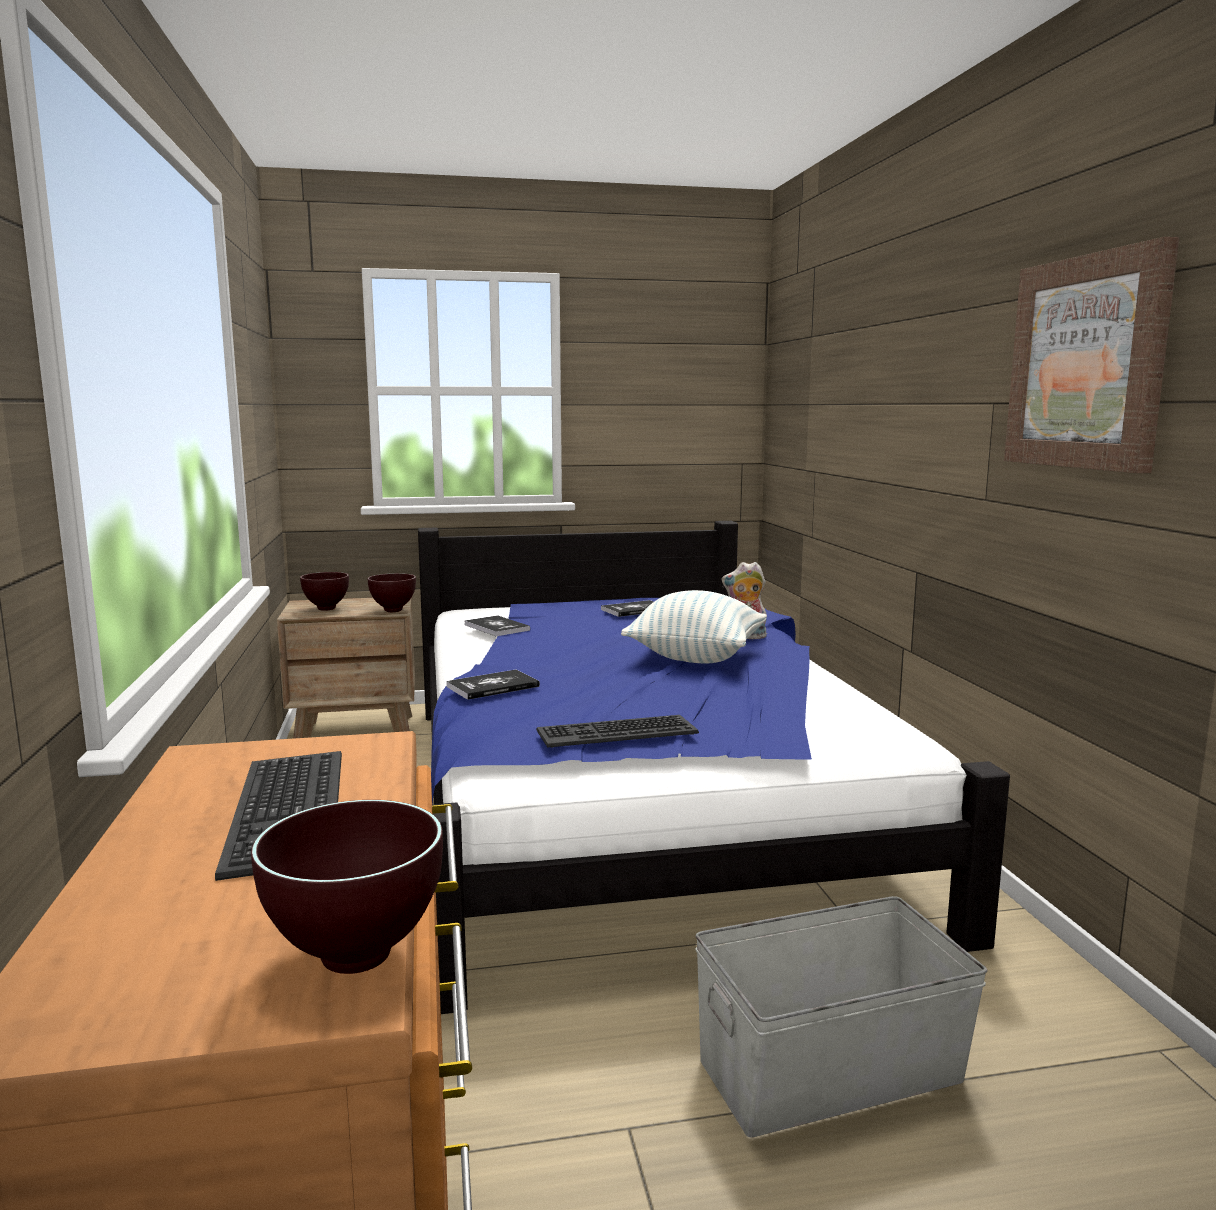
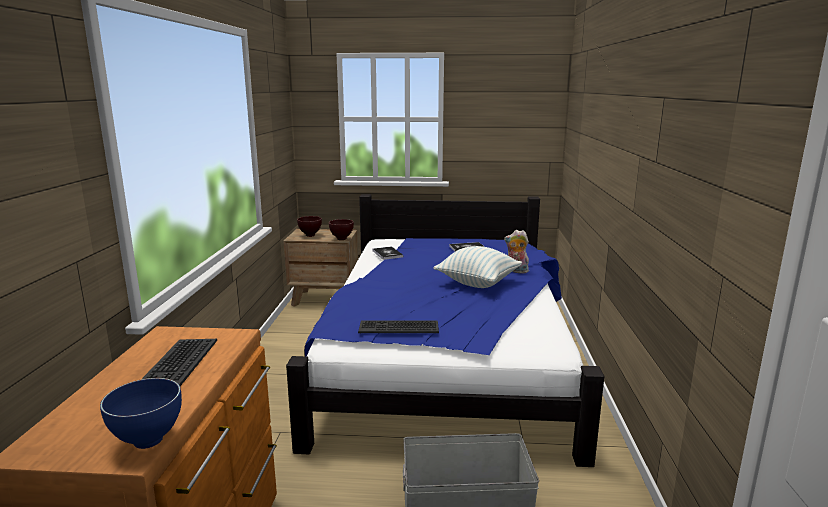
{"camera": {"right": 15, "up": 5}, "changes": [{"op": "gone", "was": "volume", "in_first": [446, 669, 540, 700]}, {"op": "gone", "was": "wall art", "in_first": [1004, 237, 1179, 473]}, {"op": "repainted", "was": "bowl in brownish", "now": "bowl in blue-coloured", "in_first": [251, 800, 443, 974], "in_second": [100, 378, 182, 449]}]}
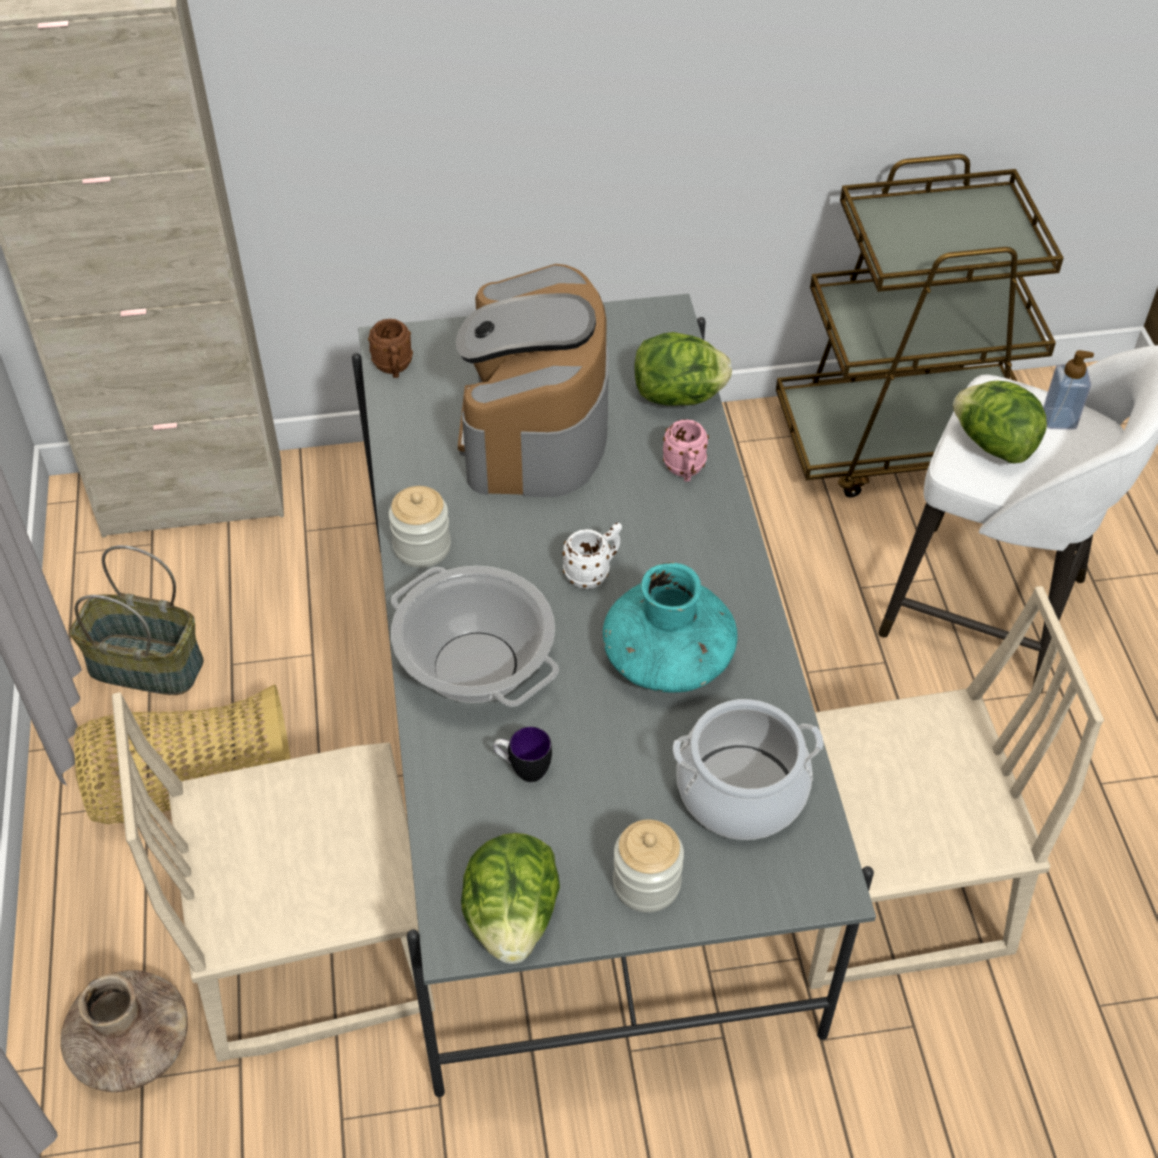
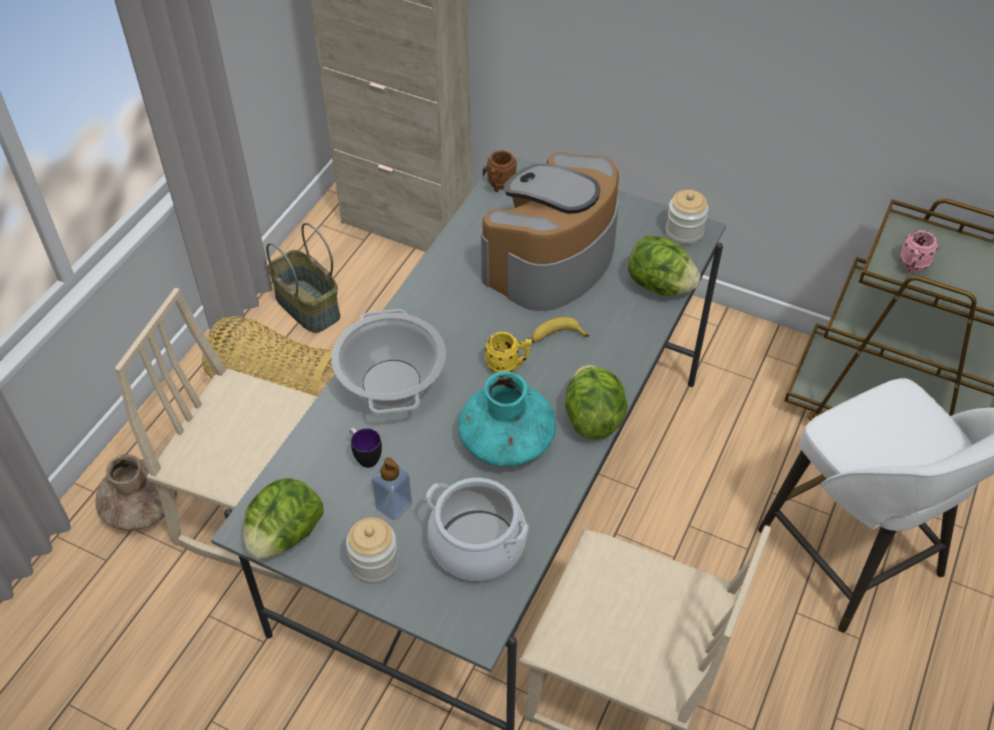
{"camera": {"right": 35, "up": 0}, "changes": [{"op": "new", "now": "banana fruit", "in_second": [532, 317, 589, 343]}, {"op": "shifted", "was": "storage jar", "in_first": [389, 486, 451, 568], "in_second": [666, 190, 709, 245]}, {"op": "shifted", "was": "tea mug in pinkish", "in_first": [663, 419, 709, 482], "in_second": [900, 230, 938, 274]}, {"op": "shifted", "was": "lettuce head", "in_first": [953, 380, 1047, 463], "in_second": [565, 365, 628, 440]}, {"op": "shifted", "was": "liquid soap bottle", "in_first": [1043, 350, 1094, 430], "in_second": [372, 457, 412, 521]}, {"op": "repainted", "was": "tea mug in white-coloured", "now": "tea mug in yellow-coloured", "in_first": [562, 523, 622, 589], "in_second": [485, 332, 532, 373]}]}
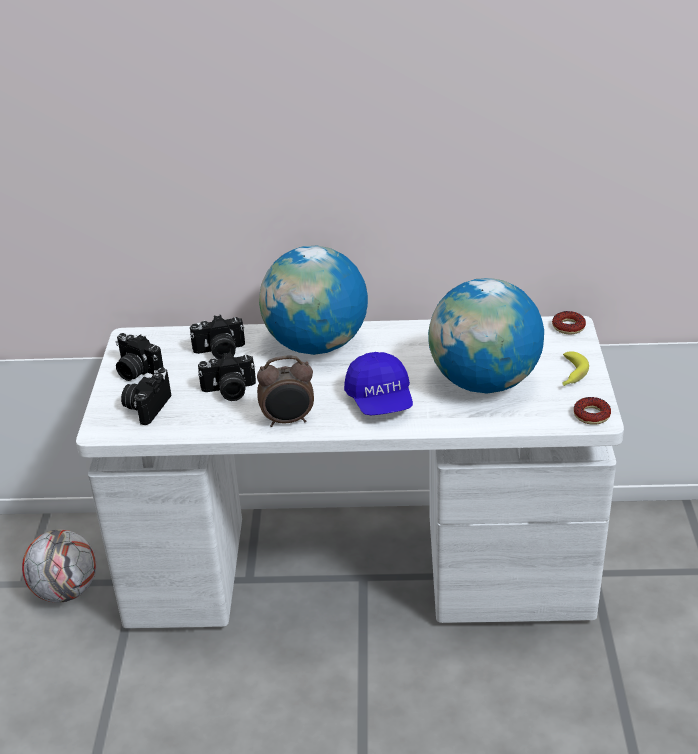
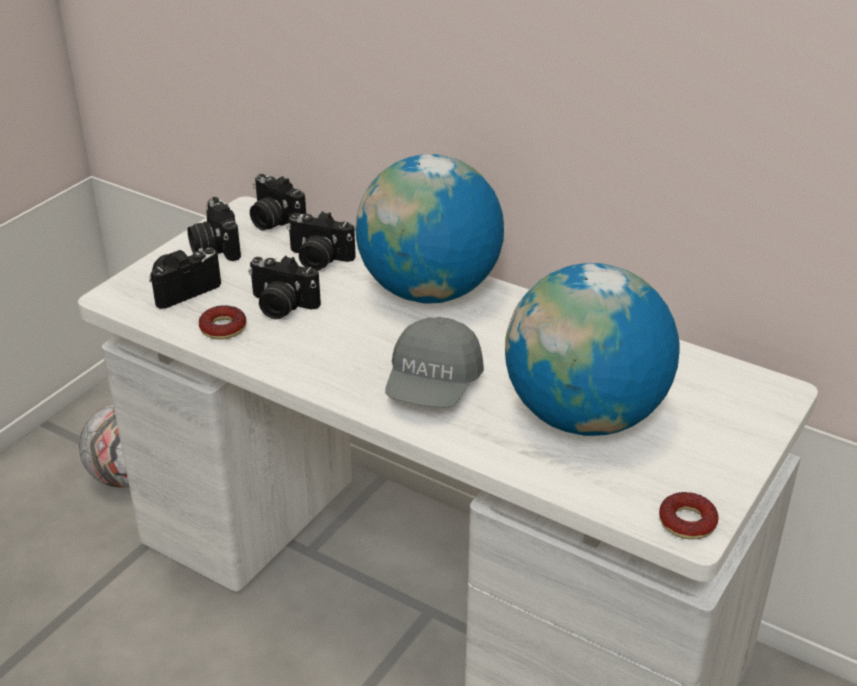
{"camera": {"right": 30, "up": 0}, "changes": [{"op": "gone", "was": "bedside clock", "in_first": [257, 355, 314, 427]}, {"op": "gone", "was": "banana fruit", "in_first": [562, 351, 589, 386]}, {"op": "new", "now": "still camera", "in_second": [250, 174, 306, 231]}, {"op": "shifted", "was": "ring doughnut", "in_first": [552, 311, 586, 334], "in_second": [199, 305, 246, 340]}, {"op": "repainted", "was": "cap in blue-coloured", "now": "cap in grey", "in_first": [344, 352, 413, 415], "in_second": [385, 317, 484, 408]}]}
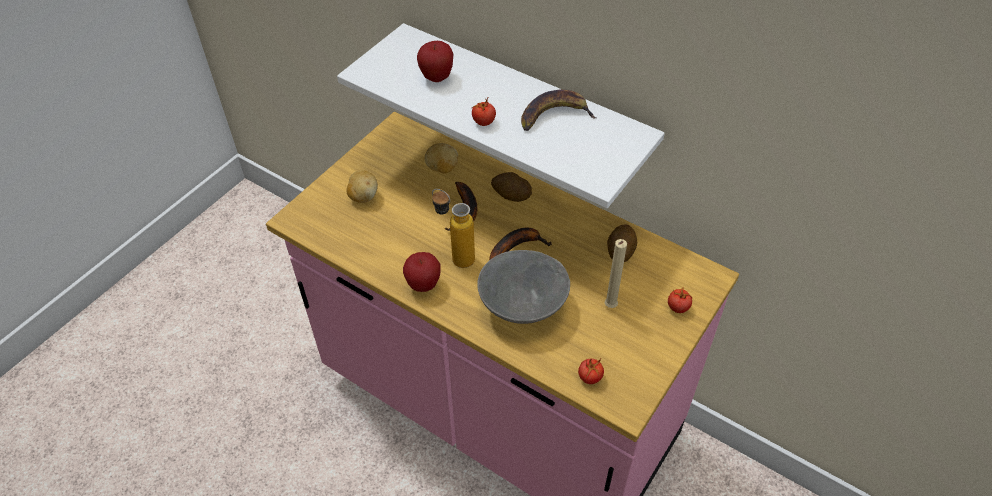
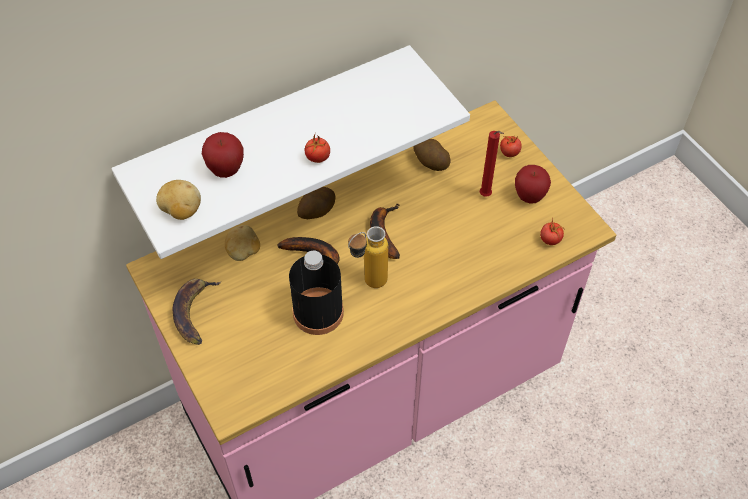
{"camera": {"right": -65, "up": 5}, "changes": [{"op": "gone", "was": "bowl in grey", "in_first": [477, 250, 570, 324]}, {"op": "new", "now": "bottle in black", "in_second": [289, 251, 344, 335]}, {"op": "shifted", "was": "potato", "in_first": [346, 170, 378, 203], "in_second": [156, 180, 201, 220]}, {"op": "shifted", "was": "apple", "in_first": [403, 252, 441, 292], "in_second": [515, 165, 551, 204]}, {"op": "shifted", "was": "banana fruit", "in_first": [521, 89, 596, 131], "in_second": [173, 279, 221, 345]}, {"op": "repainted", "was": "wax candle in beige", "now": "wax candle in reddish", "in_first": [605, 239, 627, 308], "in_second": [480, 131, 504, 197]}]}
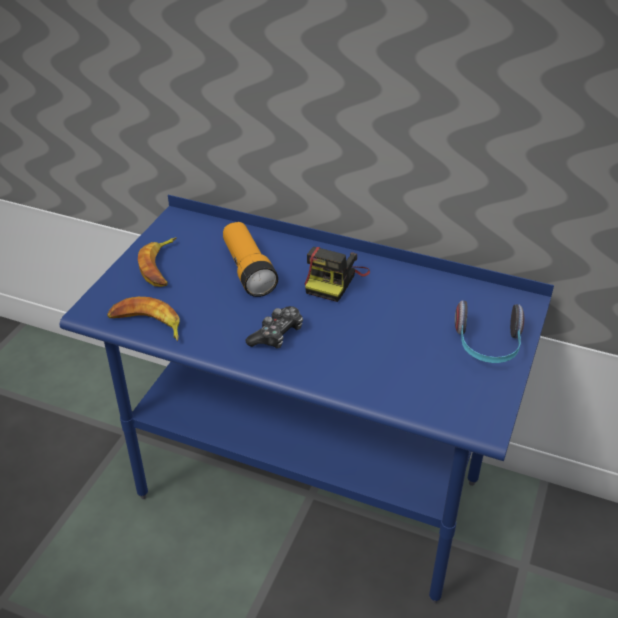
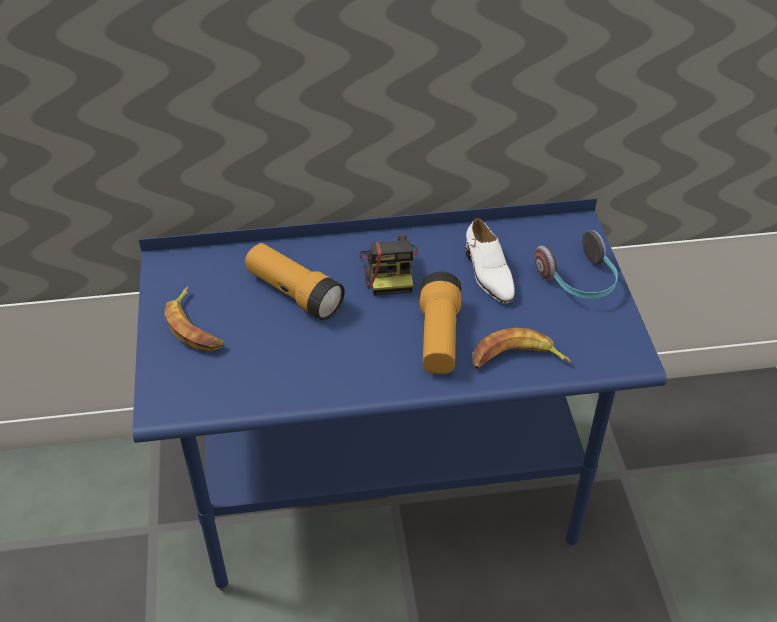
{"camera": {"right": -30, "up": 5}, "changes": [{"op": "gone", "was": "game controller", "in_first": [245, 306, 303, 349]}, {"op": "new", "now": "flashlight", "in_second": [420, 271, 461, 374]}, {"op": "new", "now": "item of footwear in white-coloured", "in_second": [465, 218, 515, 303]}, {"op": "shifted", "was": "banana fruit", "in_first": [107, 297, 180, 341], "in_second": [472, 328, 571, 369]}]}
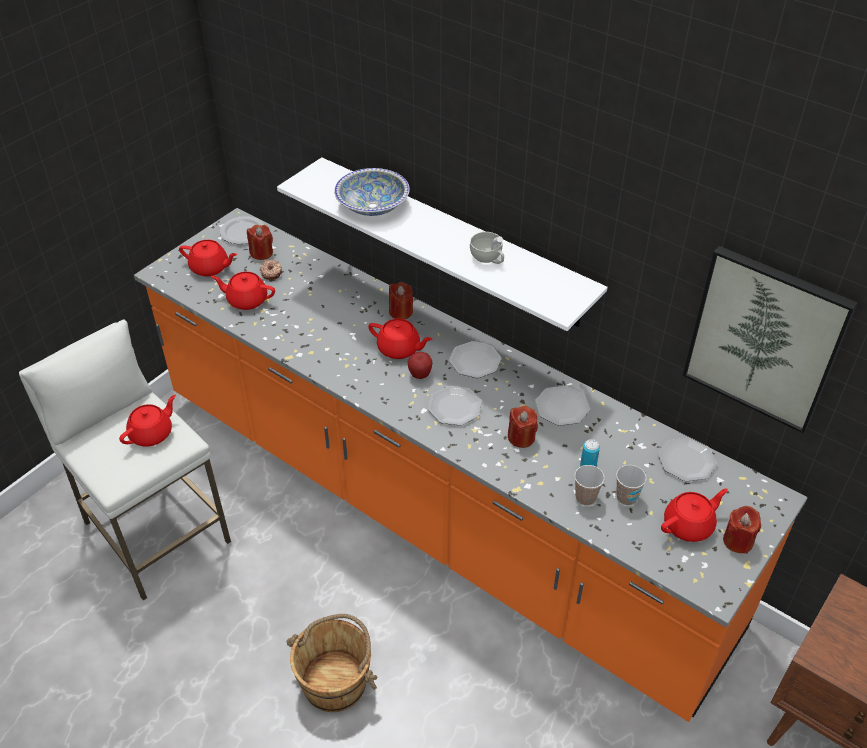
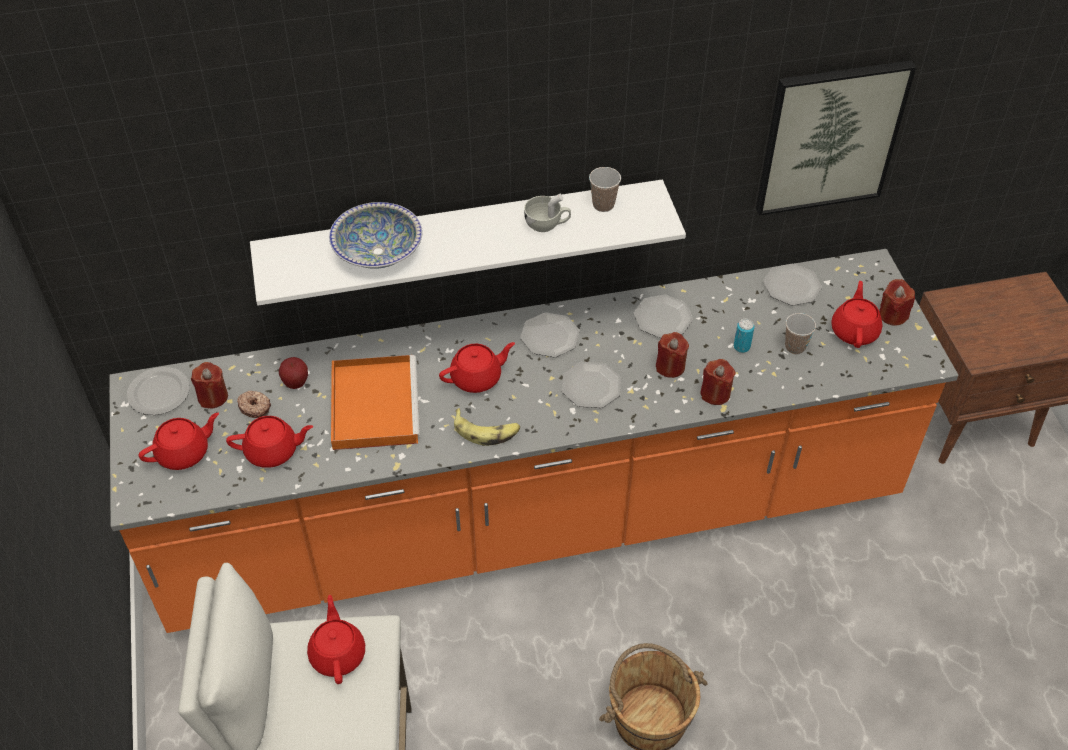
{"camera": {"right": -50, "up": 5}, "changes": [{"op": "new", "now": "tray in orangey", "in_second": [331, 355, 420, 450]}, {"op": "new", "now": "banana fruit", "in_second": [454, 408, 520, 446]}, {"op": "shifted", "was": "wax candle in reddish", "in_first": [389, 282, 413, 319], "in_second": [700, 359, 735, 405]}, {"op": "shifted", "was": "apple", "in_first": [408, 352, 432, 379], "in_second": [279, 357, 308, 389]}, {"op": "shifted", "was": "small cup", "in_first": [574, 465, 605, 506], "in_second": [589, 167, 621, 212]}, {"op": "rotated", "was": "pot for tea in reddish", "in_first": [211, 272, 275, 310], "in_second": [226, 416, 313, 468], "clockwise": -150}]}
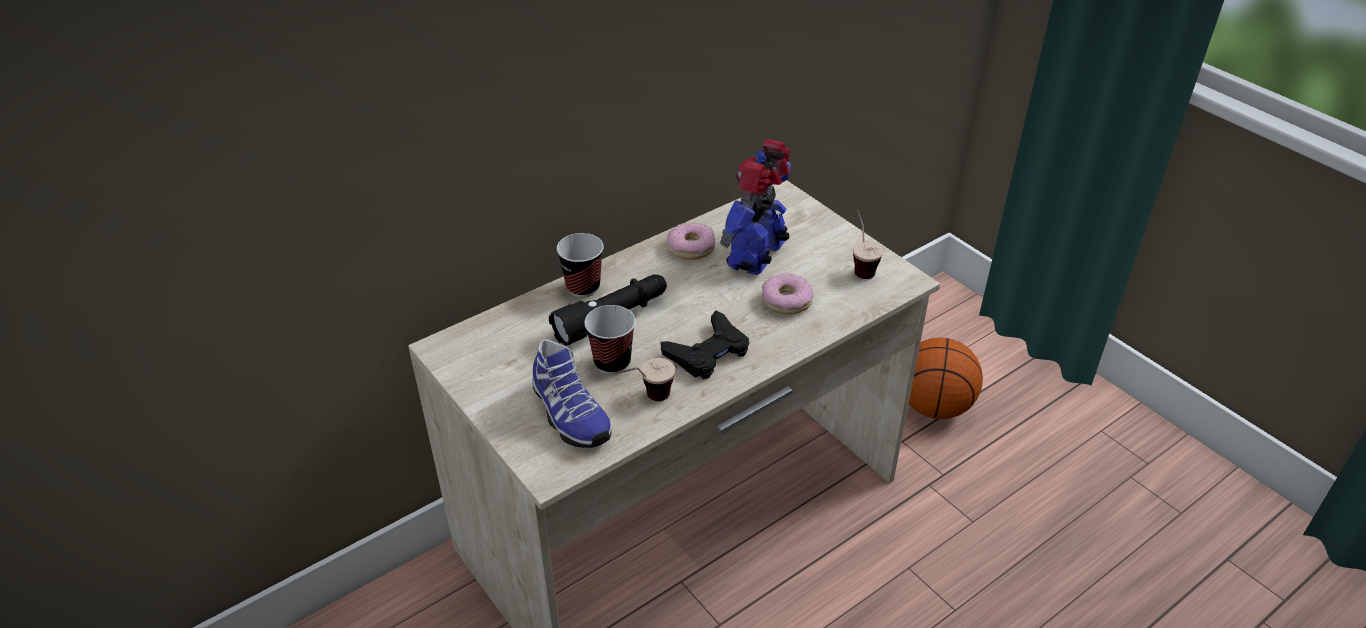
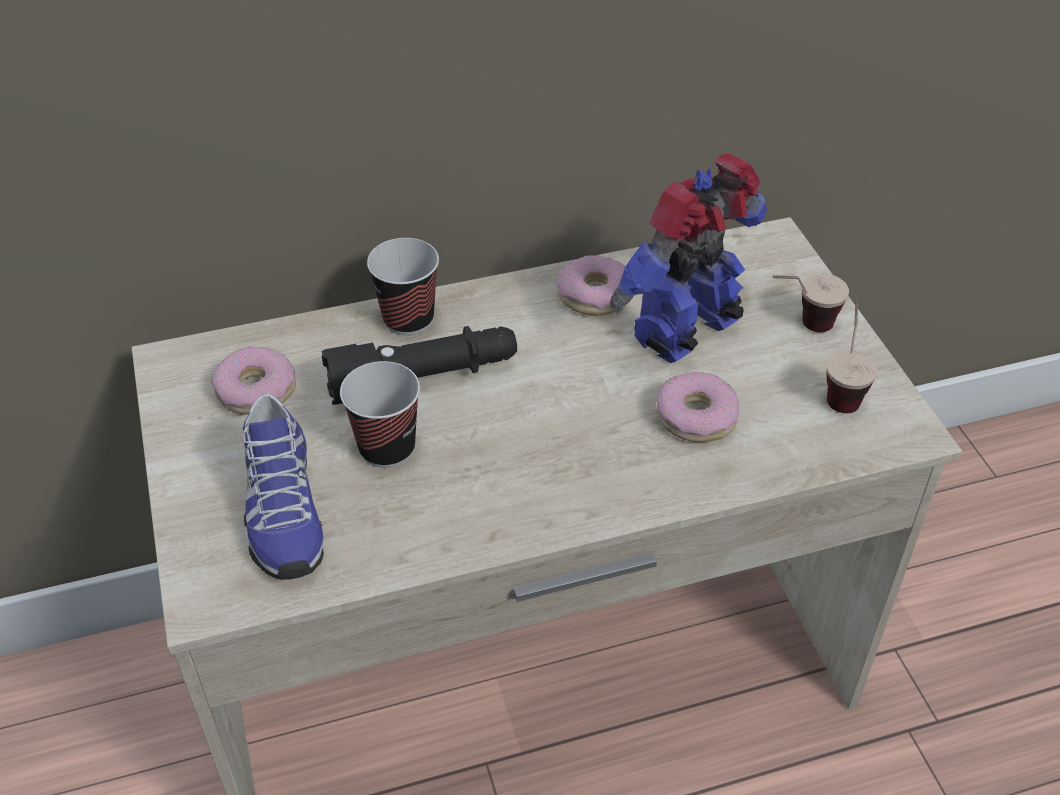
{"camera": {"right": 20, "up": 5}, "changes": [{"op": "gone", "was": "game controller in black", "in_first": [661, 310, 749, 379]}, {"op": "gone", "was": "ball for basketball", "in_first": [909, 338, 983, 419]}, {"op": "new", "now": "ring doughnut", "in_second": [211, 347, 296, 415]}, {"op": "shifted", "was": "small cup", "in_first": [619, 358, 675, 401], "in_second": [773, 273, 849, 332]}]}
